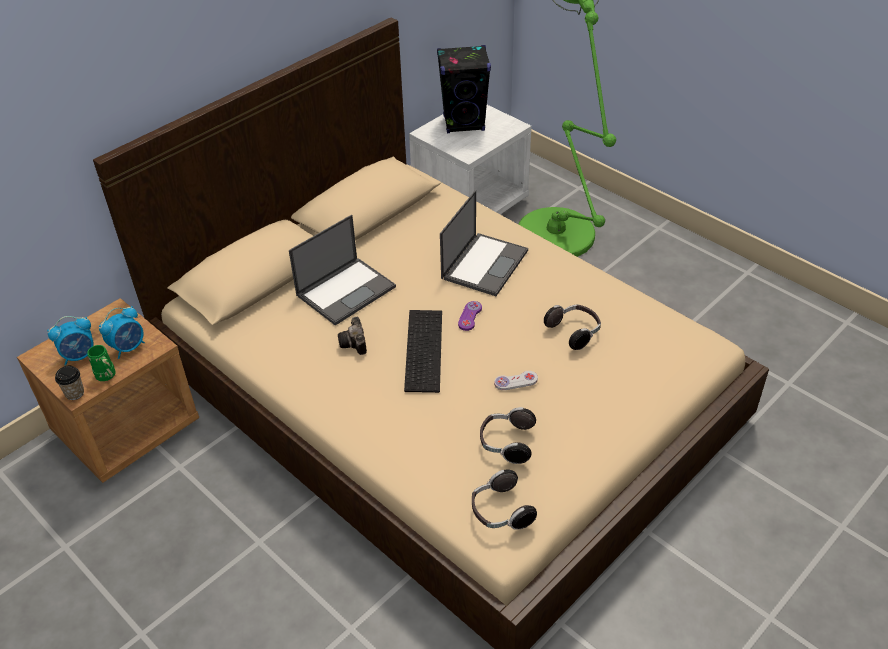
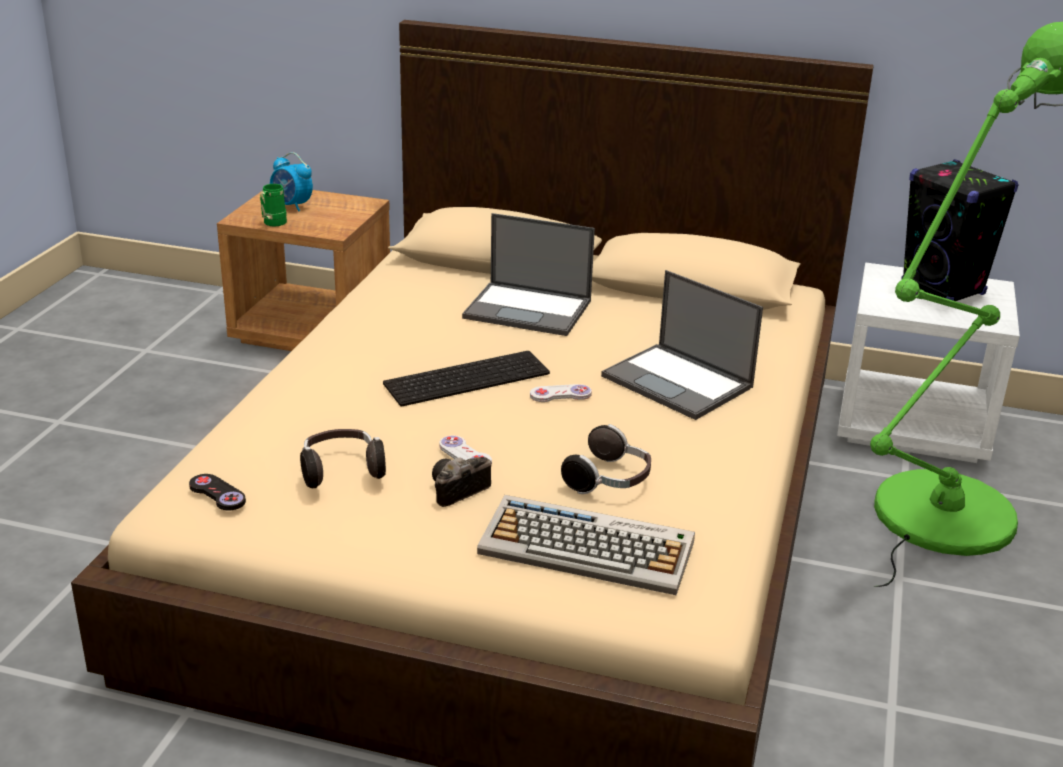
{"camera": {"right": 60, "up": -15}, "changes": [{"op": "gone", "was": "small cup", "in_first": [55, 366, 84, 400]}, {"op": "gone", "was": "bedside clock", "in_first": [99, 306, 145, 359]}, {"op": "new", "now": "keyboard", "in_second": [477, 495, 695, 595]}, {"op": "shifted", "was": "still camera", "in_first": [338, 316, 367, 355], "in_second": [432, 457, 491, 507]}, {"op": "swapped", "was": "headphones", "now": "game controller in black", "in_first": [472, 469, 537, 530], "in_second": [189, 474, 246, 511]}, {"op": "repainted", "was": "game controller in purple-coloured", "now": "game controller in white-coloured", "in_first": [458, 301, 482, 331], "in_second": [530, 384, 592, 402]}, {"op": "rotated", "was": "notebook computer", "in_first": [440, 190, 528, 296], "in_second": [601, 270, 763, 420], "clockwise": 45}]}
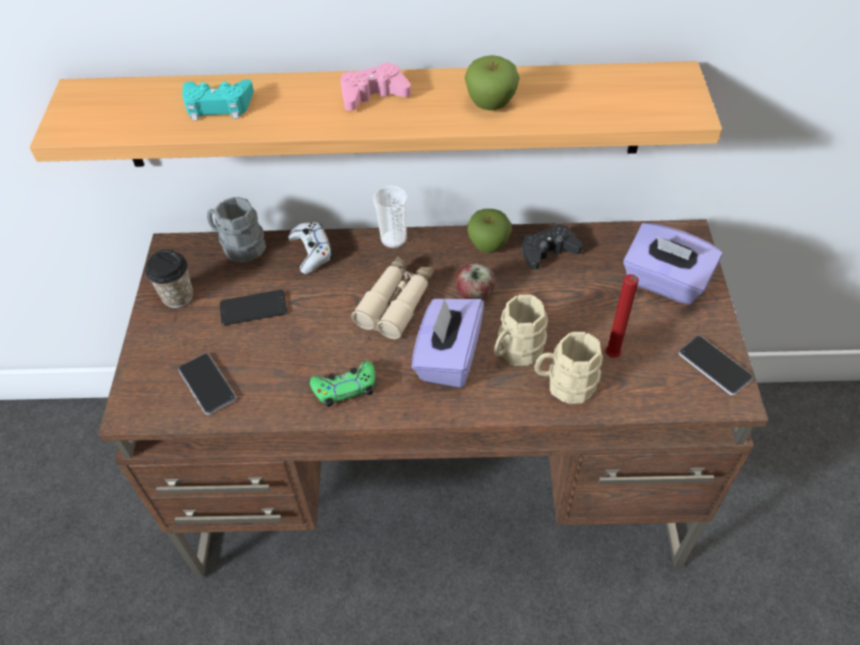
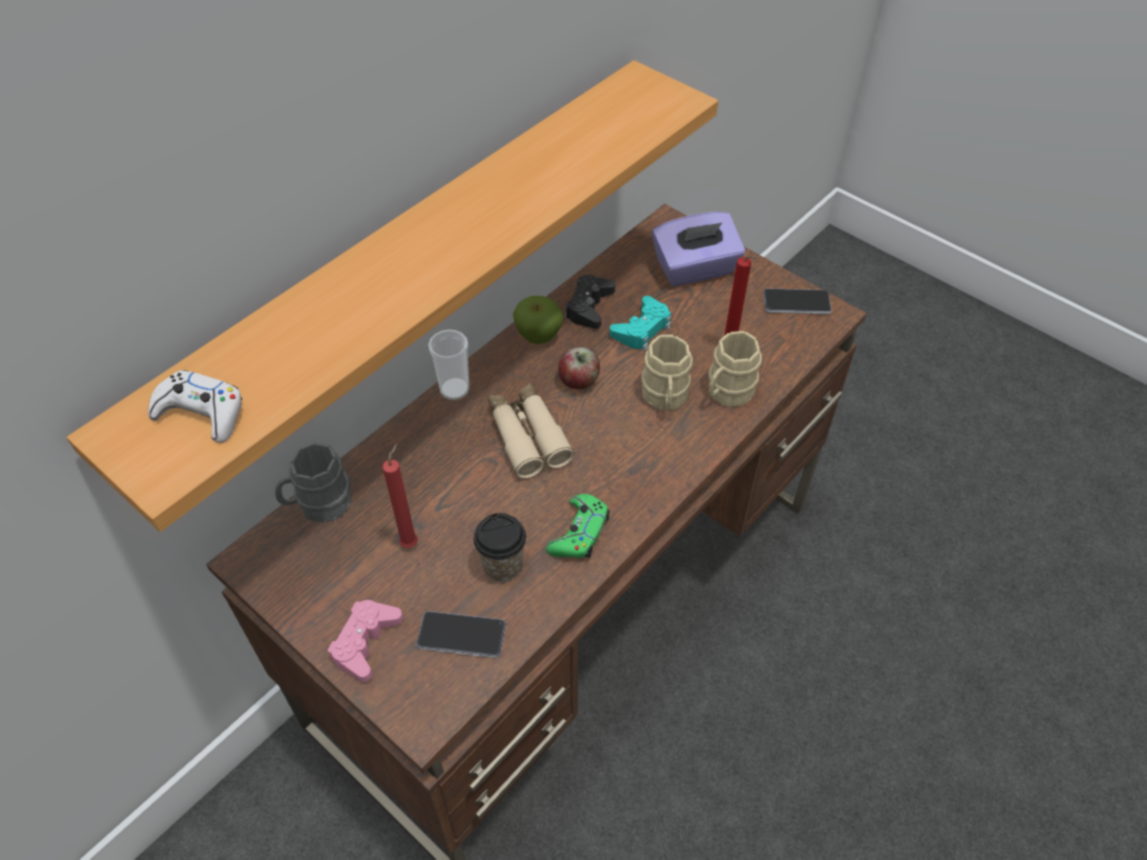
{"camera": {"right": -50, "up": 0}, "changes": [{"op": "gone", "was": "box of tissues in purple-coloured", "in_first": [412, 298, 484, 388]}, {"op": "gone", "was": "apple", "in_first": [465, 55, 520, 110]}, {"op": "shifted", "was": "small cup", "in_first": [145, 250, 193, 308], "in_second": [473, 513, 526, 582]}, {"op": "shifted", "was": "game controller in blue-green", "in_first": [182, 79, 254, 120], "in_second": [610, 296, 671, 351]}, {"op": "shifted", "was": "game controller in white-coloured", "in_first": [288, 222, 333, 274], "in_second": [148, 370, 242, 443]}, {"op": "shifted", "was": "game controller in pinkish", "in_first": [340, 62, 411, 111], "in_second": [328, 600, 403, 682]}, {"op": "swapped", "was": "telephone", "now": "wax candle in reddish", "in_first": [220, 290, 287, 326], "in_second": [382, 443, 418, 548]}]}
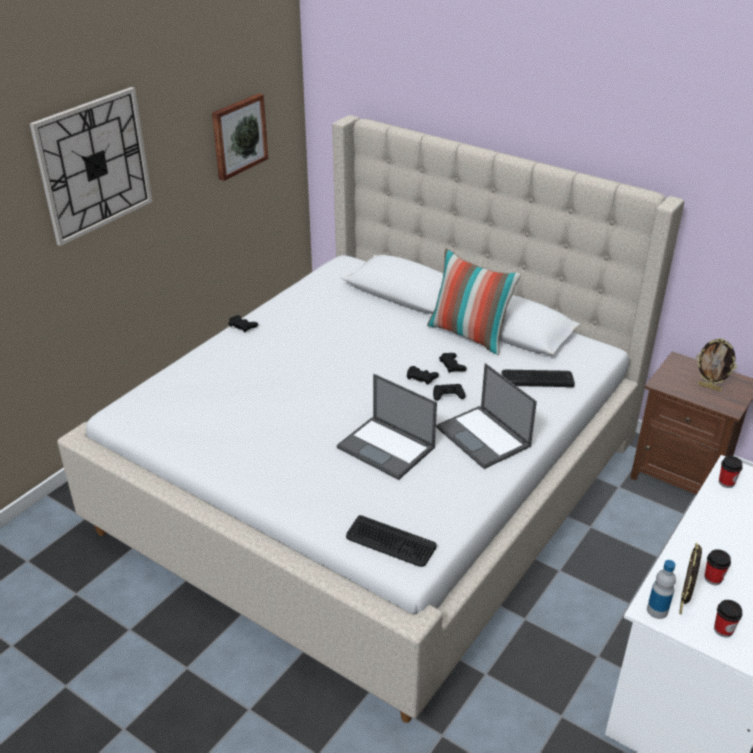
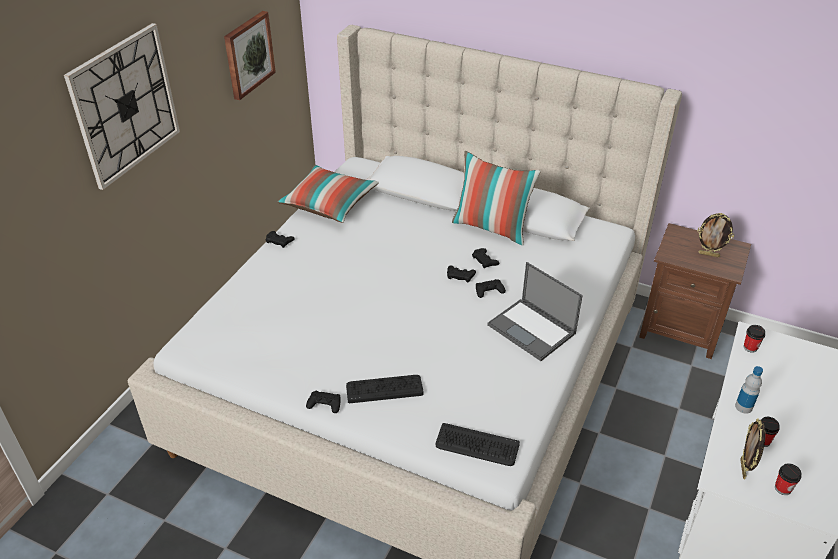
{"camera": {"right": -10, "up": 5}, "changes": [{"op": "gone", "was": "notebook computer", "in_first": [337, 374, 437, 480]}, {"op": "new", "now": "cushion", "in_second": [277, 165, 379, 223]}, {"op": "new", "now": "game controller in black", "in_second": [306, 391, 341, 413]}, {"op": "shifted", "was": "keyboard", "in_first": [501, 370, 575, 387], "in_second": [346, 375, 423, 403]}, {"op": "shifted", "was": "bottle", "in_first": [647, 560, 676, 619], "in_second": [735, 366, 763, 414]}]}
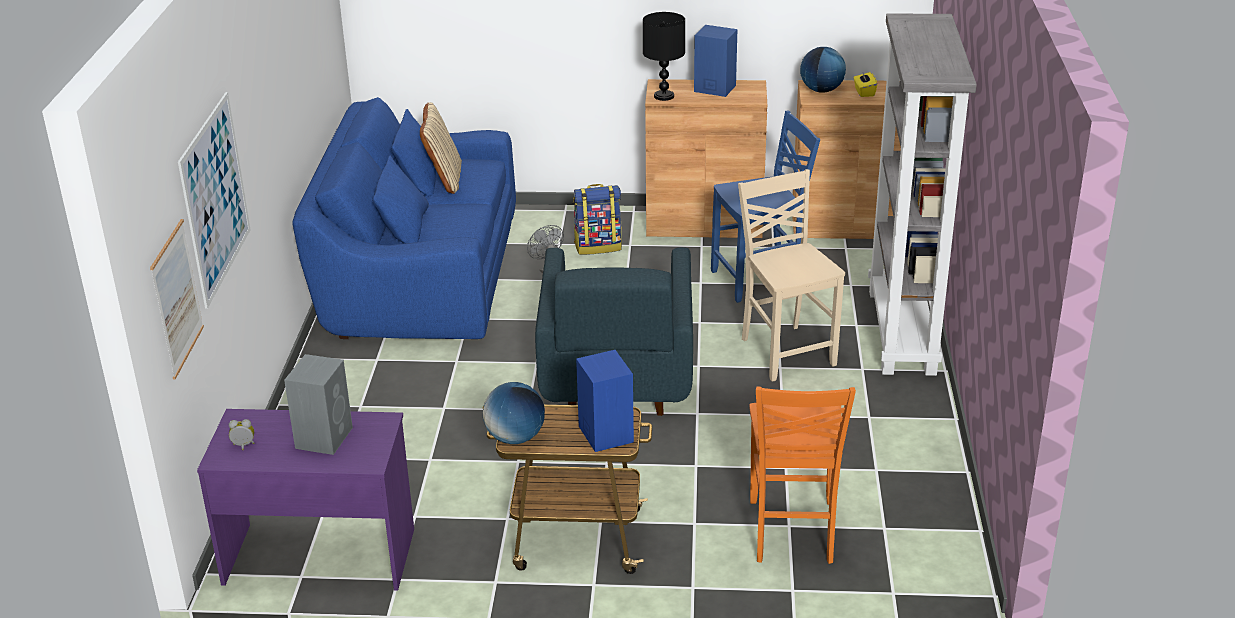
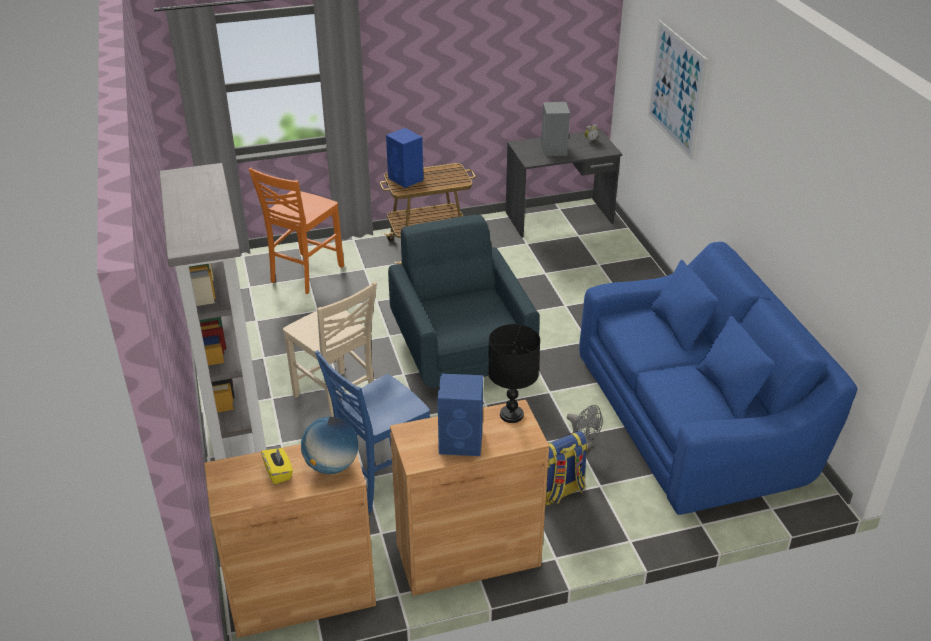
{"camera": {"right": 160, "up": 5}, "changes": [{"op": "gone", "was": "wall art", "in_first": [150, 219, 204, 380]}, {"op": "gone", "was": "cushion in beige", "in_first": [420, 102, 462, 194]}, {"op": "gone", "was": "world globe", "in_first": [483, 382, 545, 444]}, {"op": "repainted", "was": "desk table in purple-coloured", "now": "desk table in grey", "in_first": [197, 409, 414, 591], "in_second": [506, 129, 622, 238]}, {"op": "rotated", "was": "upright chair in orangey", "in_first": [749, 386, 856, 564], "in_second": [249, 167, 344, 294], "clockwise": -135}]}
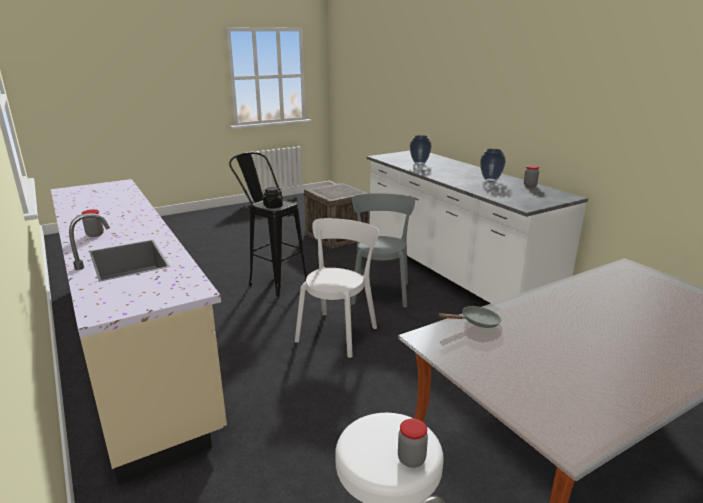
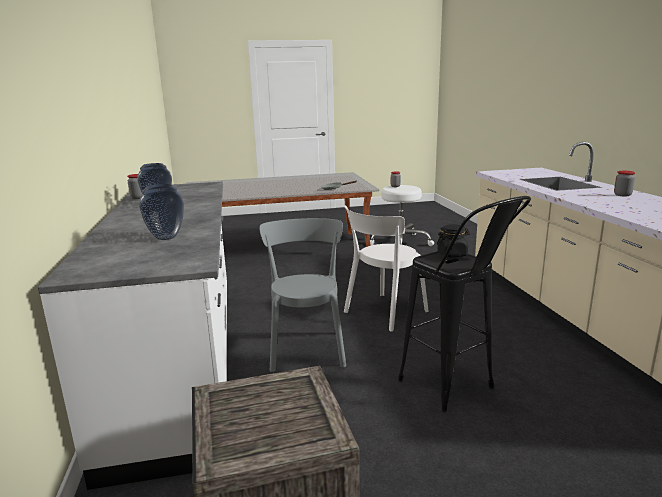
{"camera": {"right": -160, "up": -5}, "changes": [{"op": "rotated", "was": "upright chair in grey", "in_first": [351, 193, 415, 307], "in_second": [259, 218, 346, 372], "clockwise": 150}]}
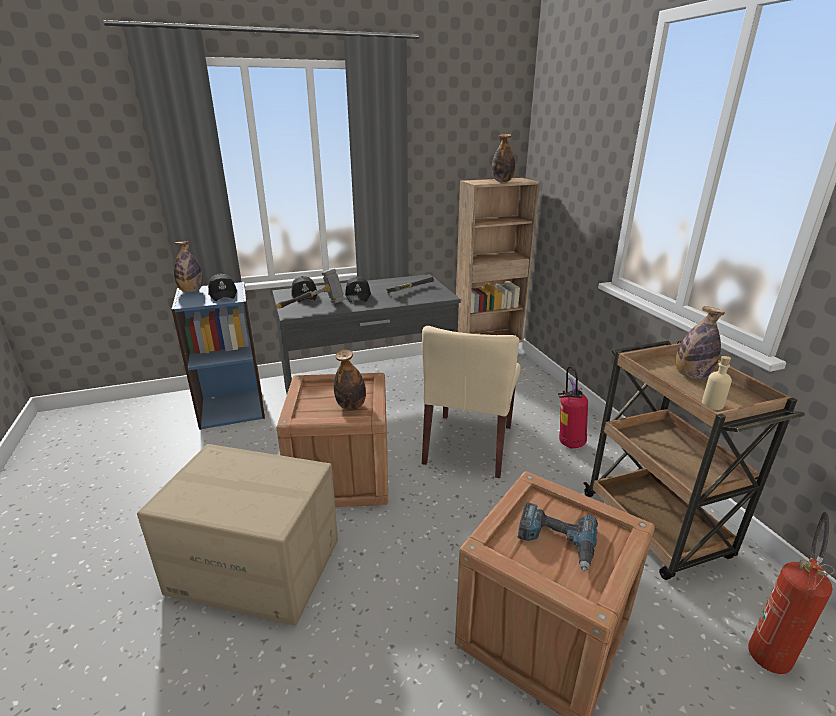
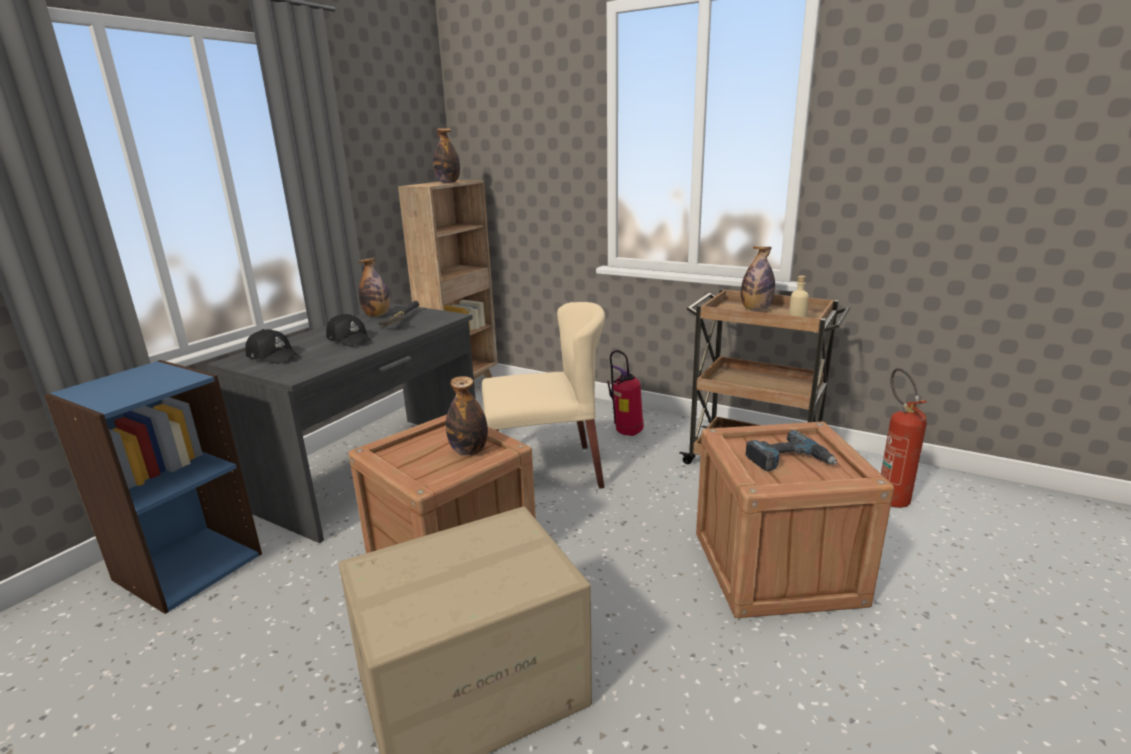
{"camera": {"right": -40, "up": -5}, "changes": [{"op": "gone", "was": "cap in black", "in_first": [208, 273, 237, 301]}, {"op": "gone", "was": "hammer", "in_first": [276, 269, 345, 309]}, {"op": "shifted", "was": "bottle", "in_first": [174, 241, 203, 292], "in_second": [359, 258, 390, 317]}, {"op": "rotated", "was": "upright chair in beige", "in_first": [422, 326, 521, 478], "in_second": [482, 302, 605, 489], "clockwise": -75}]}
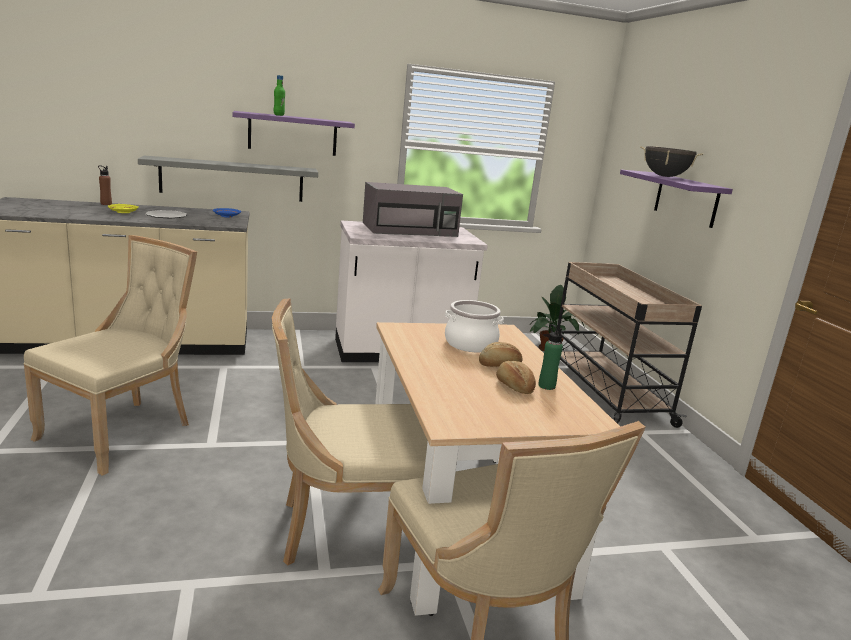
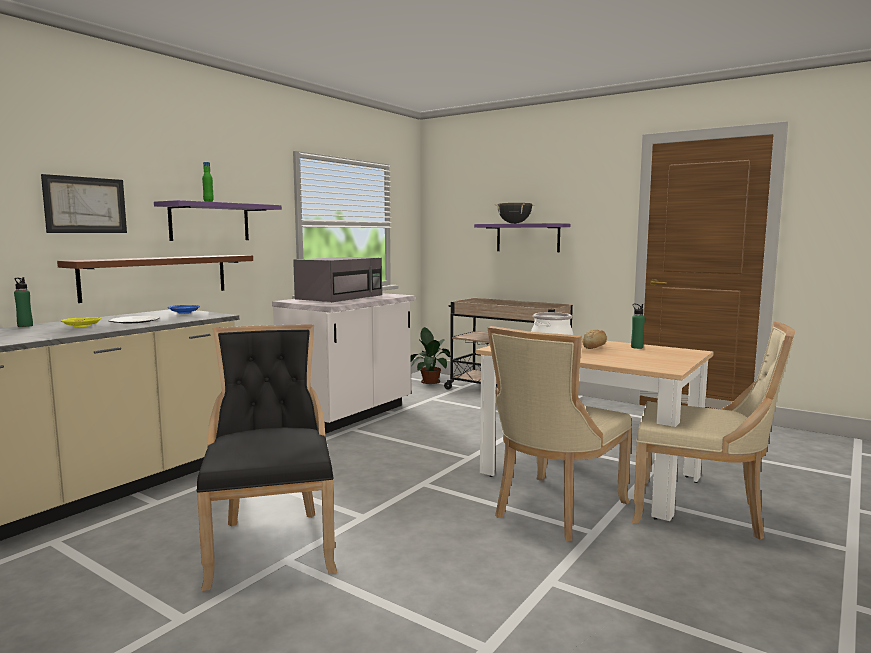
{"camera": {"right": -40, "up": -10}, "changes": [{"op": "gone", "was": "bread", "in_first": [496, 361, 536, 394]}, {"op": "new", "now": "wall art", "in_second": [41, 174, 127, 233]}, {"op": "repainted", "was": "upright chair in beige", "now": "upright chair in black", "in_first": [23, 235, 197, 476], "in_second": [197, 324, 337, 591]}, {"op": "repainted", "was": "bottle in brownish", "now": "bottle in green-coloured", "in_first": [98, 165, 112, 205], "in_second": [14, 277, 33, 327]}, {"op": "repainted", "was": "wall shelf in grey", "now": "wall shelf in brownish", "in_first": [138, 156, 318, 202], "in_second": [57, 255, 253, 303]}]}
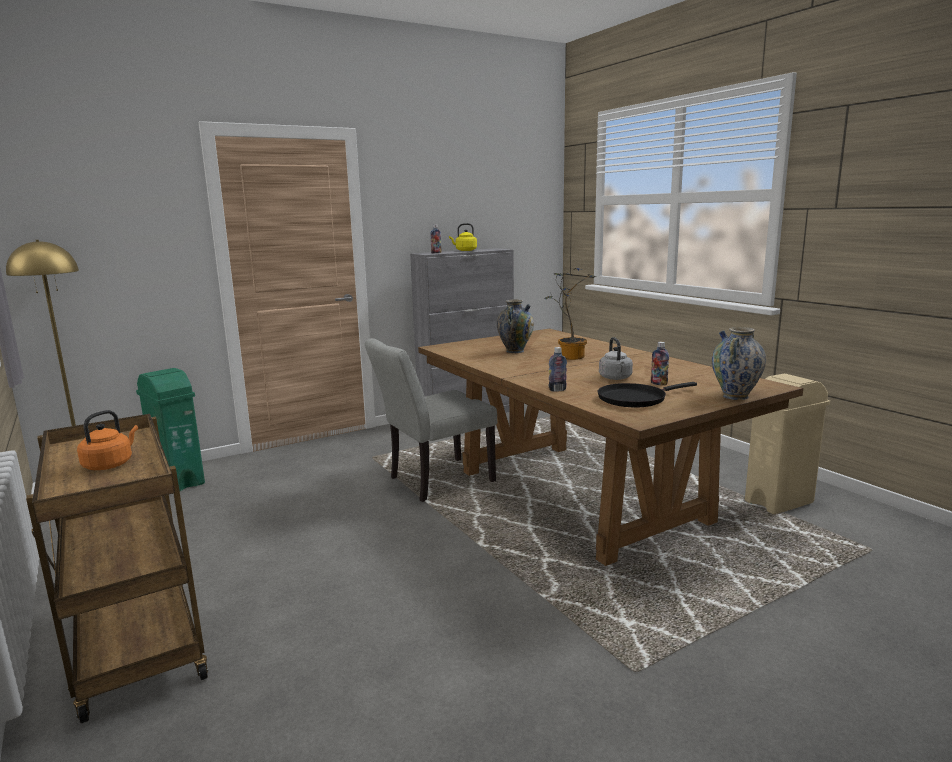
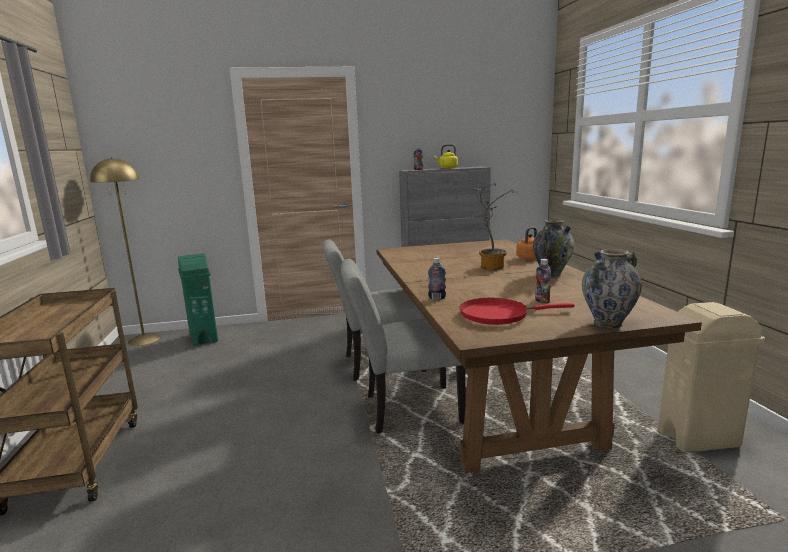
{"camera": {"right": 20, "up": 0}, "changes": [{"op": "gone", "was": "water kettle in grey", "in_first": [599, 337, 633, 380]}, {"op": "new", "now": "upright chair in grey", "in_second": [341, 259, 466, 433]}, {"op": "shifted", "was": "water kettle in orangey", "in_first": [77, 410, 138, 470], "in_second": [516, 227, 537, 259]}, {"op": "shifted", "was": "decorative vase", "in_first": [497, 300, 534, 353], "in_second": [533, 219, 575, 277]}, {"op": "repainted", "was": "skillet in black", "now": "skillet in reddish", "in_first": [598, 382, 697, 407], "in_second": [459, 298, 574, 325]}]}
